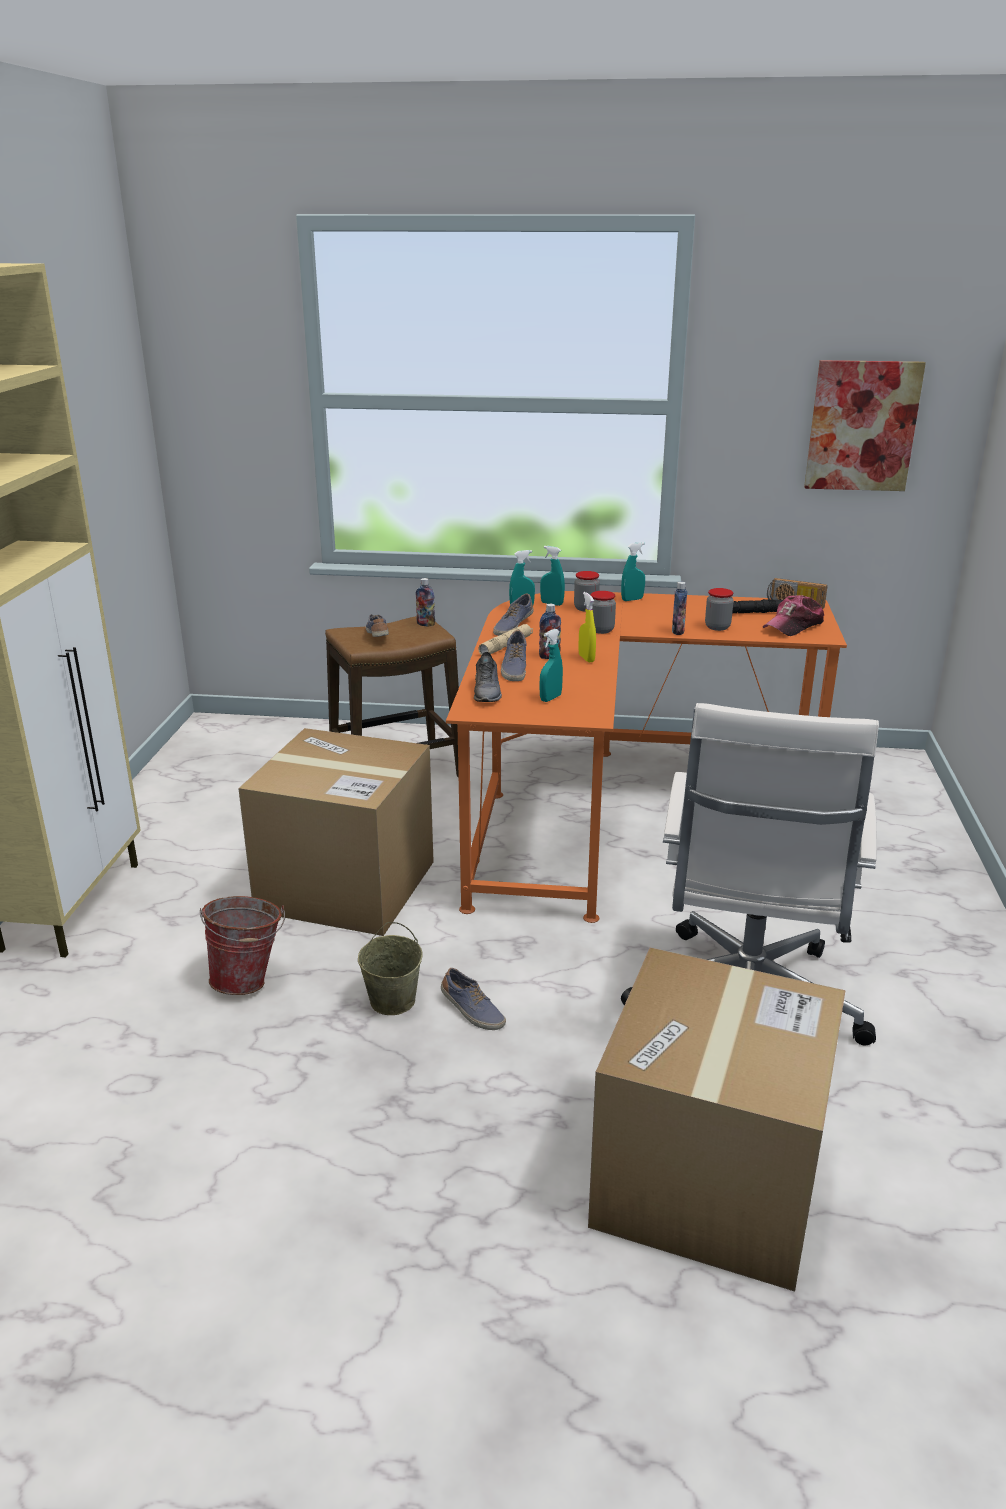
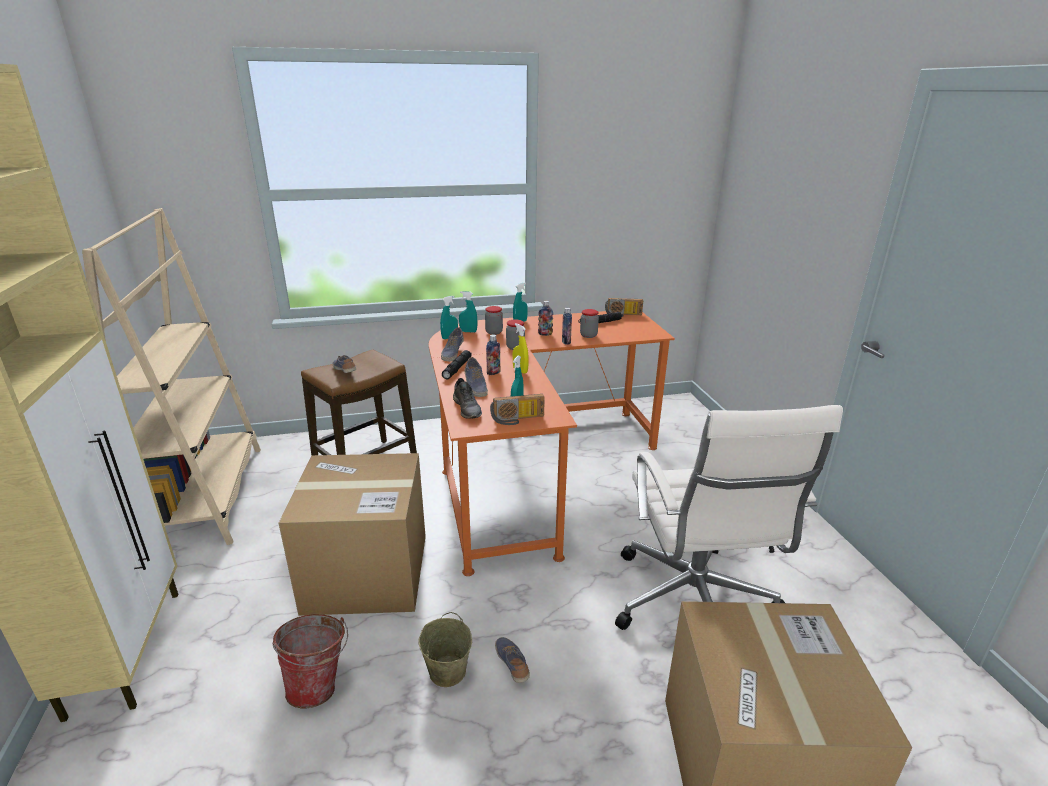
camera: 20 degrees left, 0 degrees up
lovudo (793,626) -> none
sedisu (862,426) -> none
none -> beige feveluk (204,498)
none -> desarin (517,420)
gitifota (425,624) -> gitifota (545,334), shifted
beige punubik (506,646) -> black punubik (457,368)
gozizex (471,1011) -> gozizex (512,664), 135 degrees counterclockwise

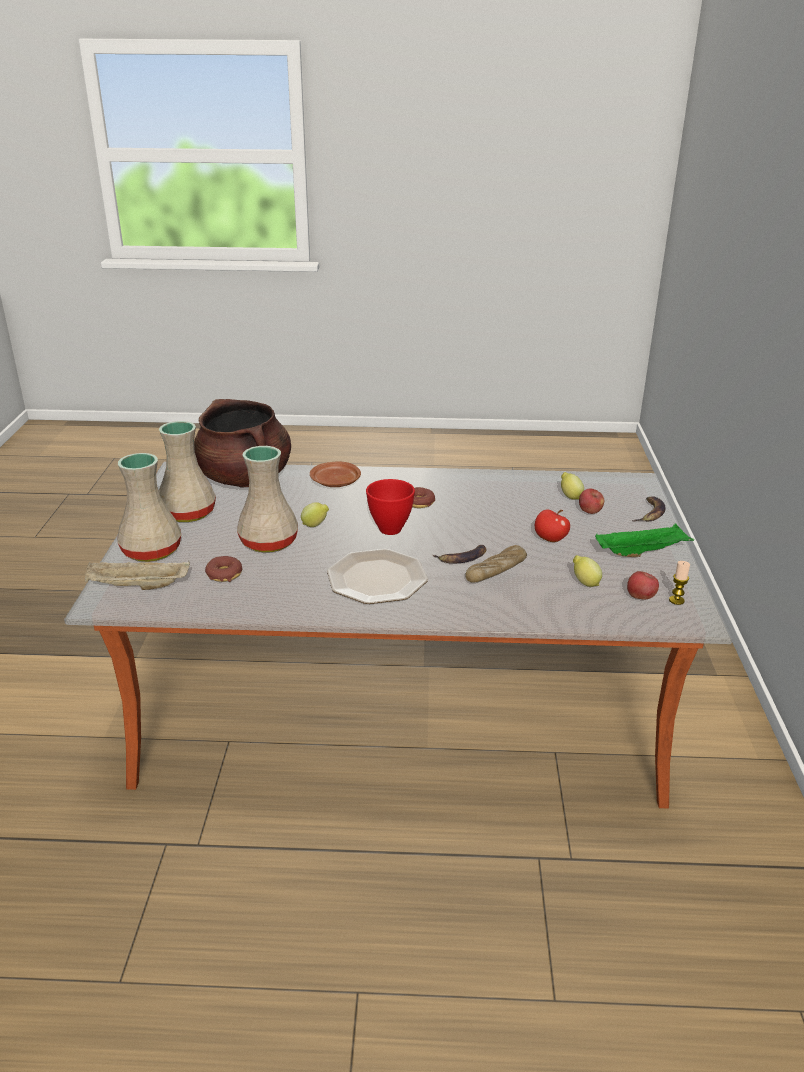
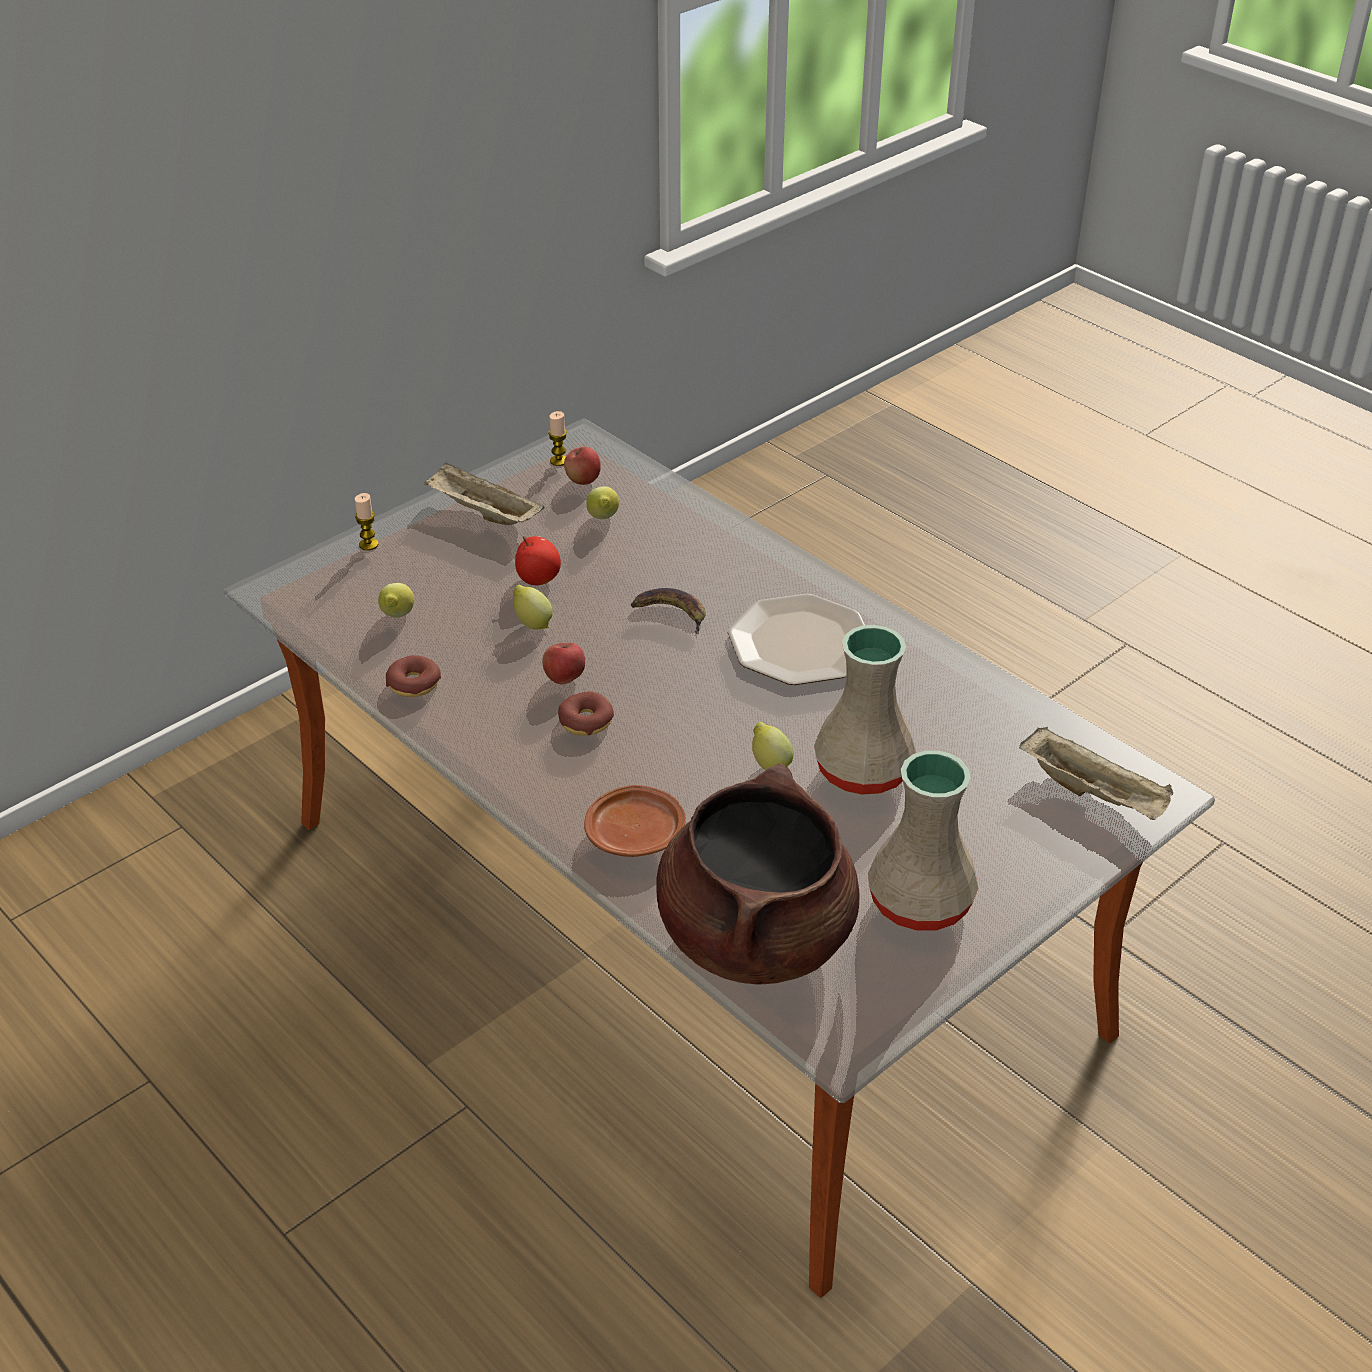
camera: 135 degrees left, 10 degrees up
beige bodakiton (153,551) -> none
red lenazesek (389,530) -> none
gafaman (496,570) -> none
none -> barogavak (532,623)
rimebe (224,574) -> rimebe (414,684), shifted
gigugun (589,512) -> gigugun (564,678), shifted
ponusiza (649,513) -> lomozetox (368,544)
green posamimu (642,552) -> beige posamimu (482,513)

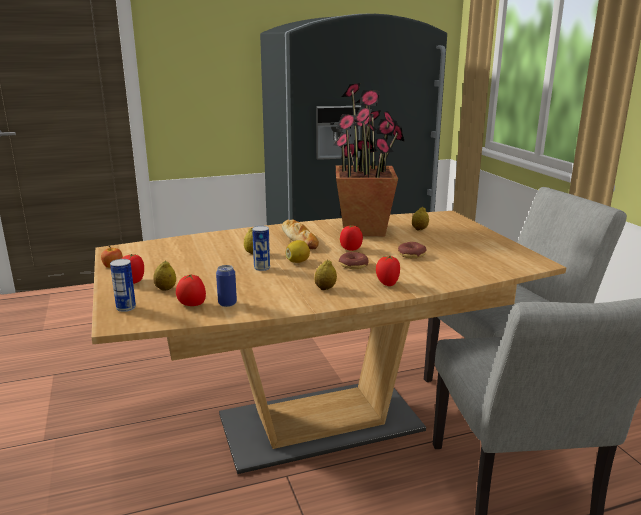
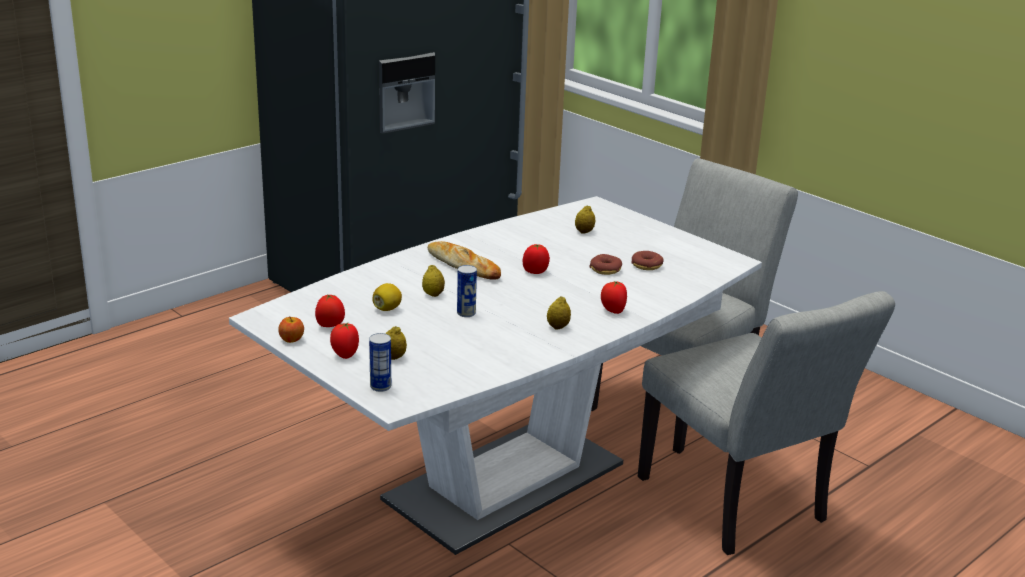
camera: 25 degrees left, 5 degrees up
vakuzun (227,303) -> none
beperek (364,229) -> none
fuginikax (192,305) -> fuginikax (330,326), shifted
barogavak (298,261) -> barogavak (387,309), shifted
rimebe (353,265) -> rimebe (646,265), shifted
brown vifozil (320,423) -> white vifozil (504,482)

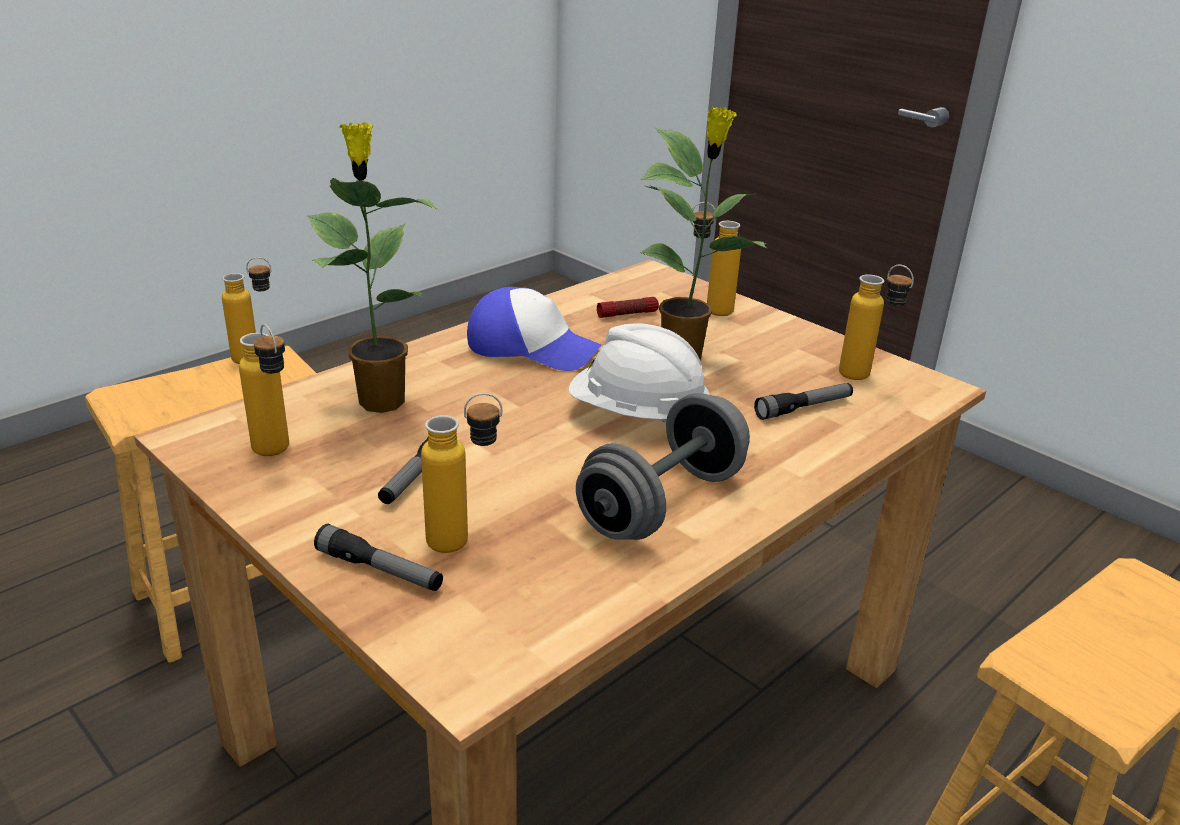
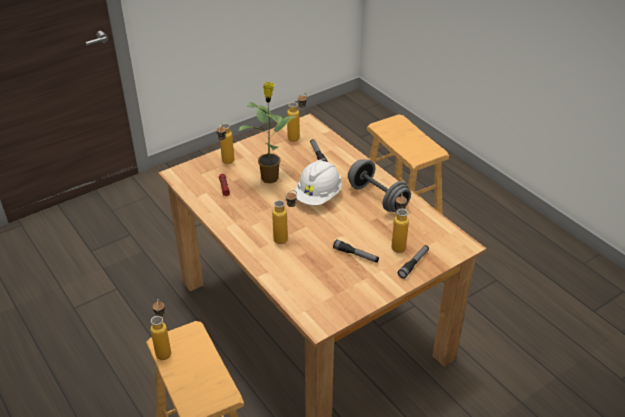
camera: 80 degrees left, 10 degrees up
beperek (380,400) -> none
lovudo (532,348) -> none
gitifota (277,454) -> gitifota (285,237), shifted

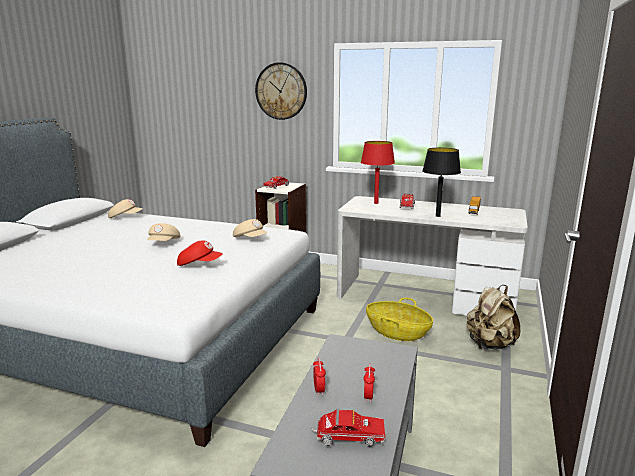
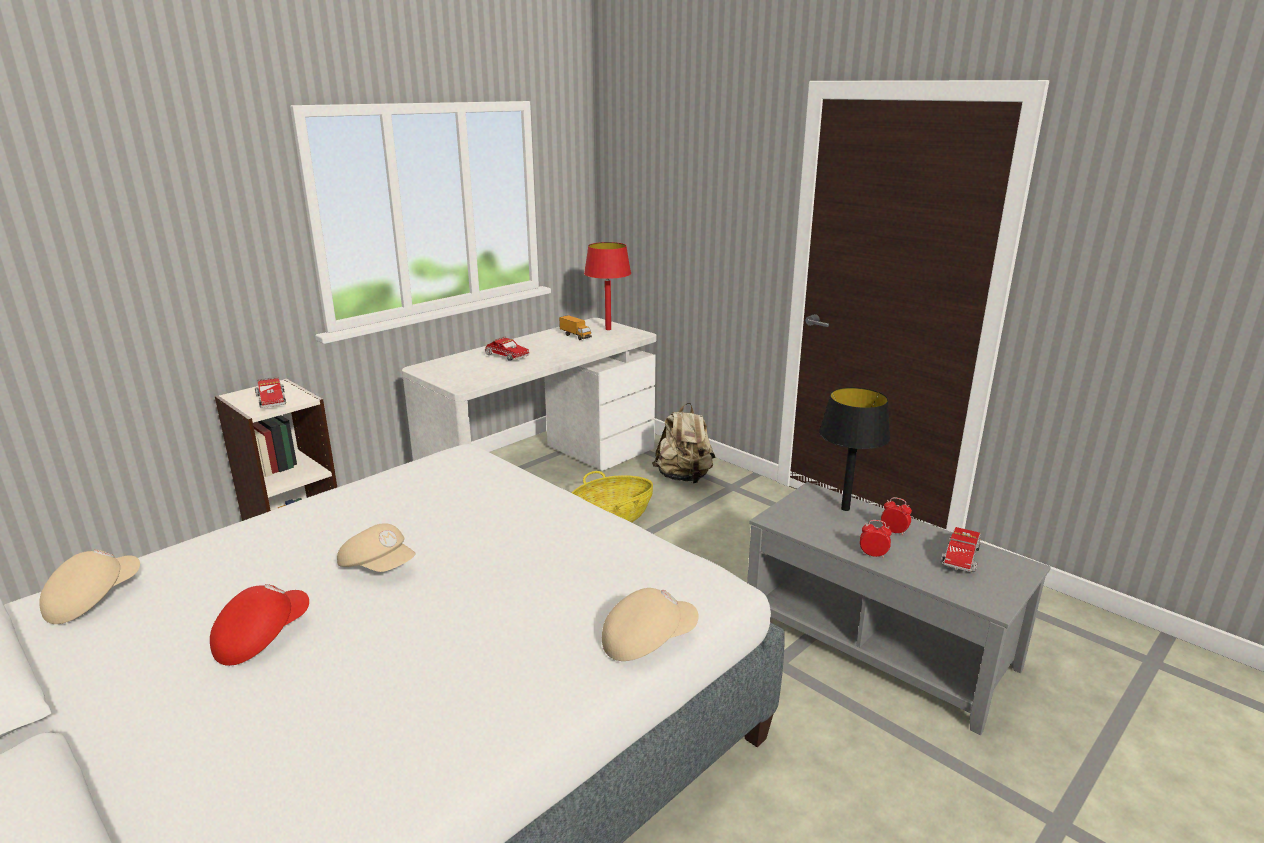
camera: 65 degrees left, 5 degrees up
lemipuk (281,91) -> none
red lovudo (199,264) -> red lovudo (261,637), shifted
beige lovudo (250,239) -> beige lovudo (647,640), shifted
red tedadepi (376,203) -> red tedadepi (608,329), shifted
black tedadepi (437,216) -> black tedadepi (845,509), shifted

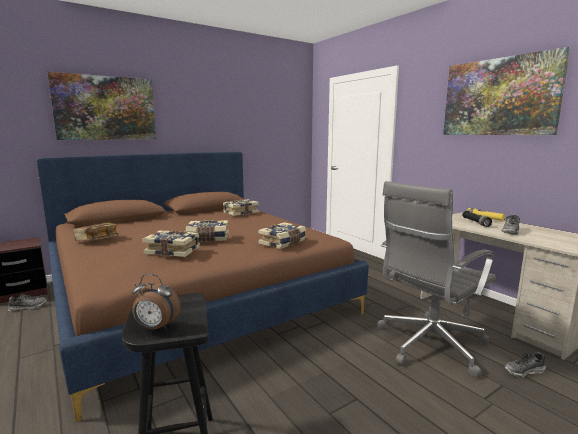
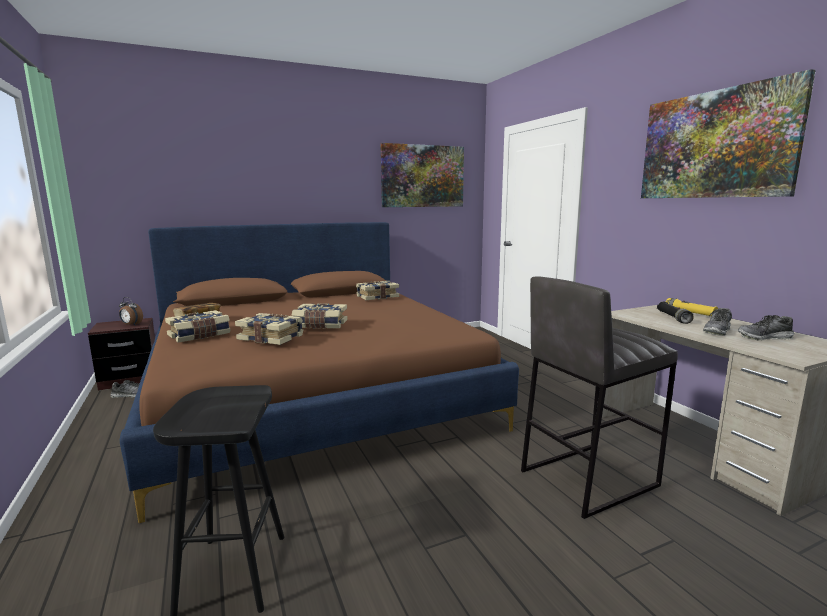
camera: 10 degrees right, 0 degrees up
sedisu (106,108) -> sedisu (423,176), shifted
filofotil (156,328) -> filofotil (131,325), shifted
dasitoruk (283,243) -> dasitoruk (200,335), shifted
gozizex (524,371) -> gozizex (764,337), shifted
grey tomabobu (428,345) -> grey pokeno (586,478)

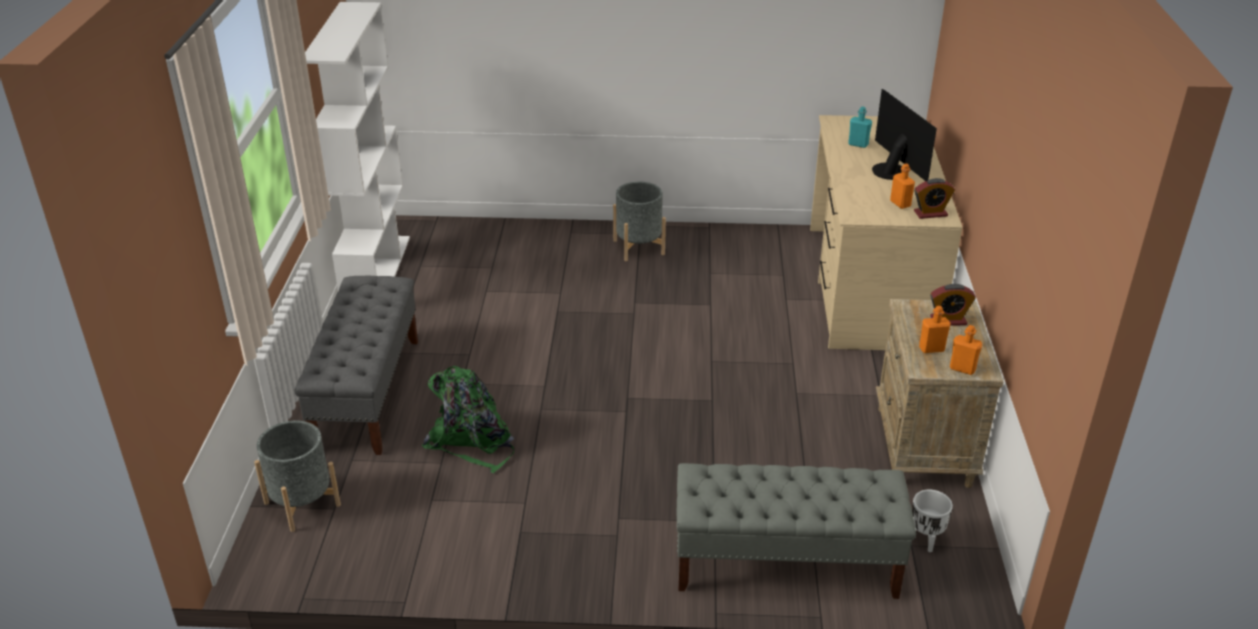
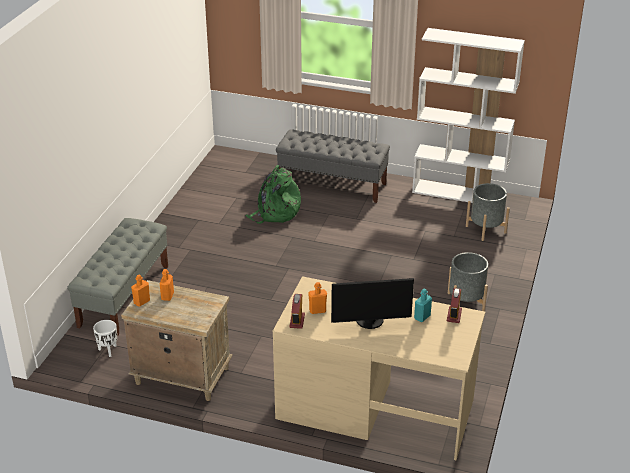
camera: 105 degrees right, 0 degrees up
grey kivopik (302,504) -> grey kivopik (486,229), shifted
filofotil (948,320) -> filofotil (454,315), shifted

